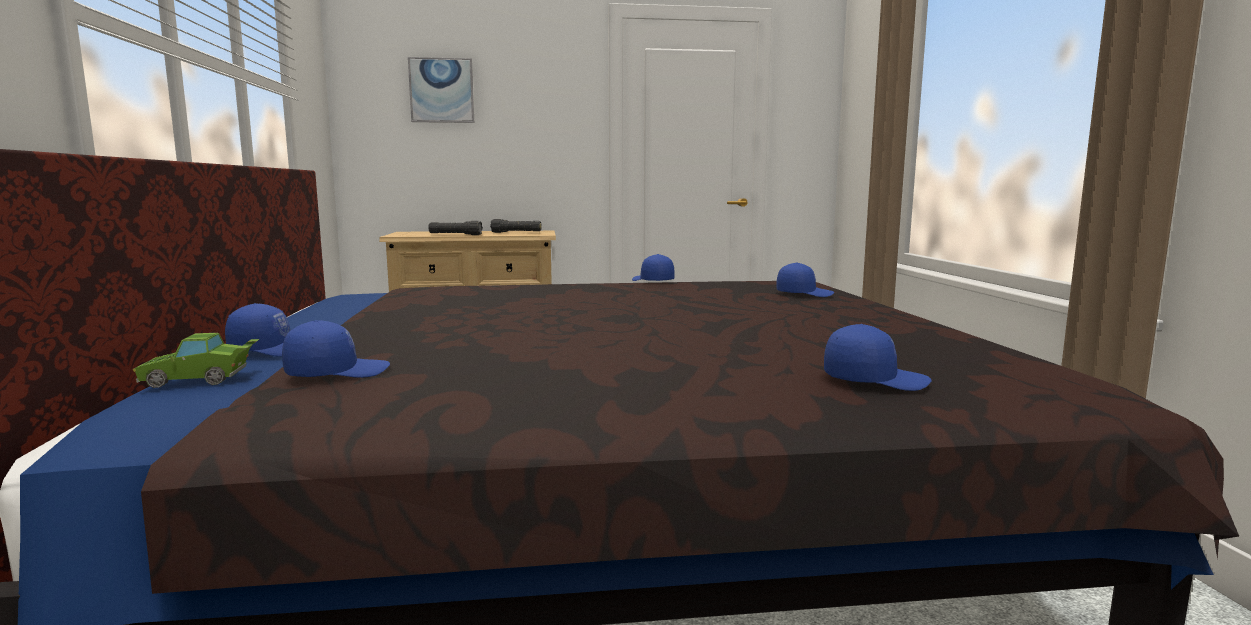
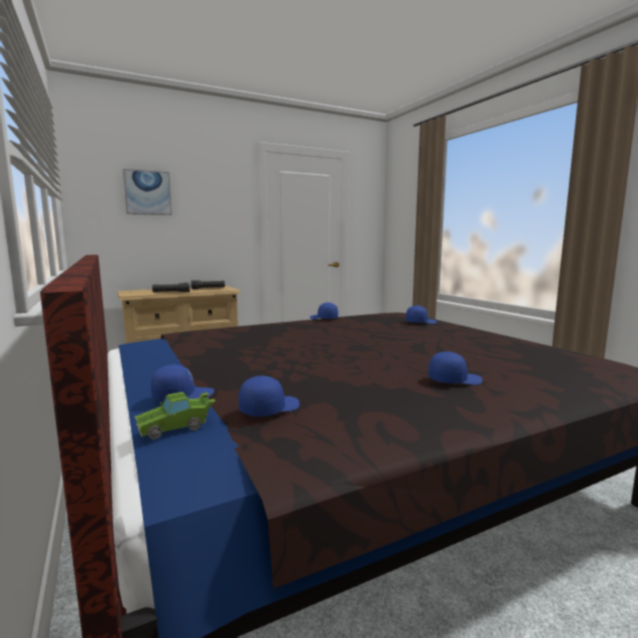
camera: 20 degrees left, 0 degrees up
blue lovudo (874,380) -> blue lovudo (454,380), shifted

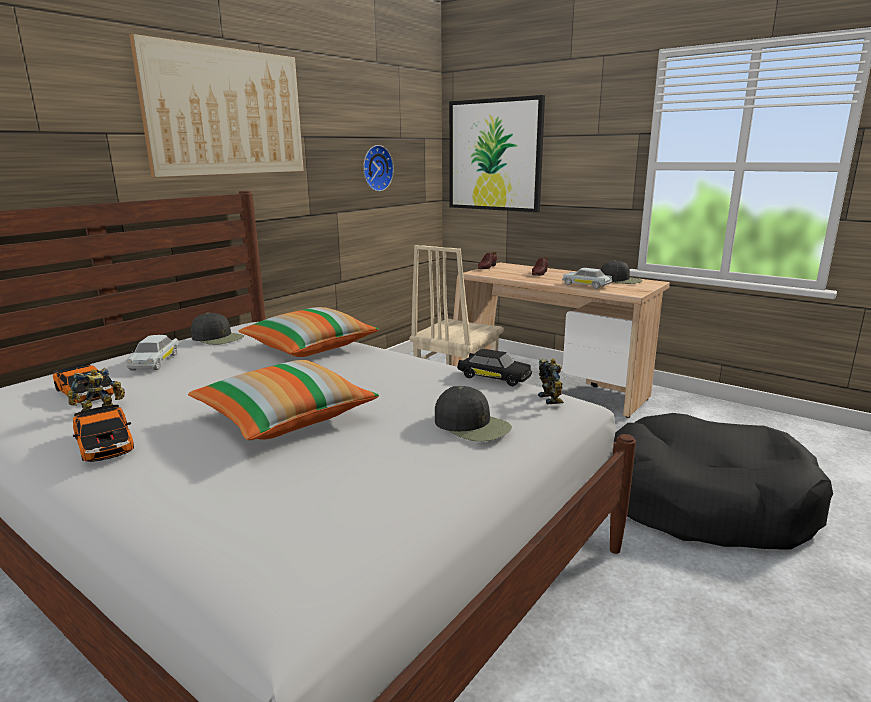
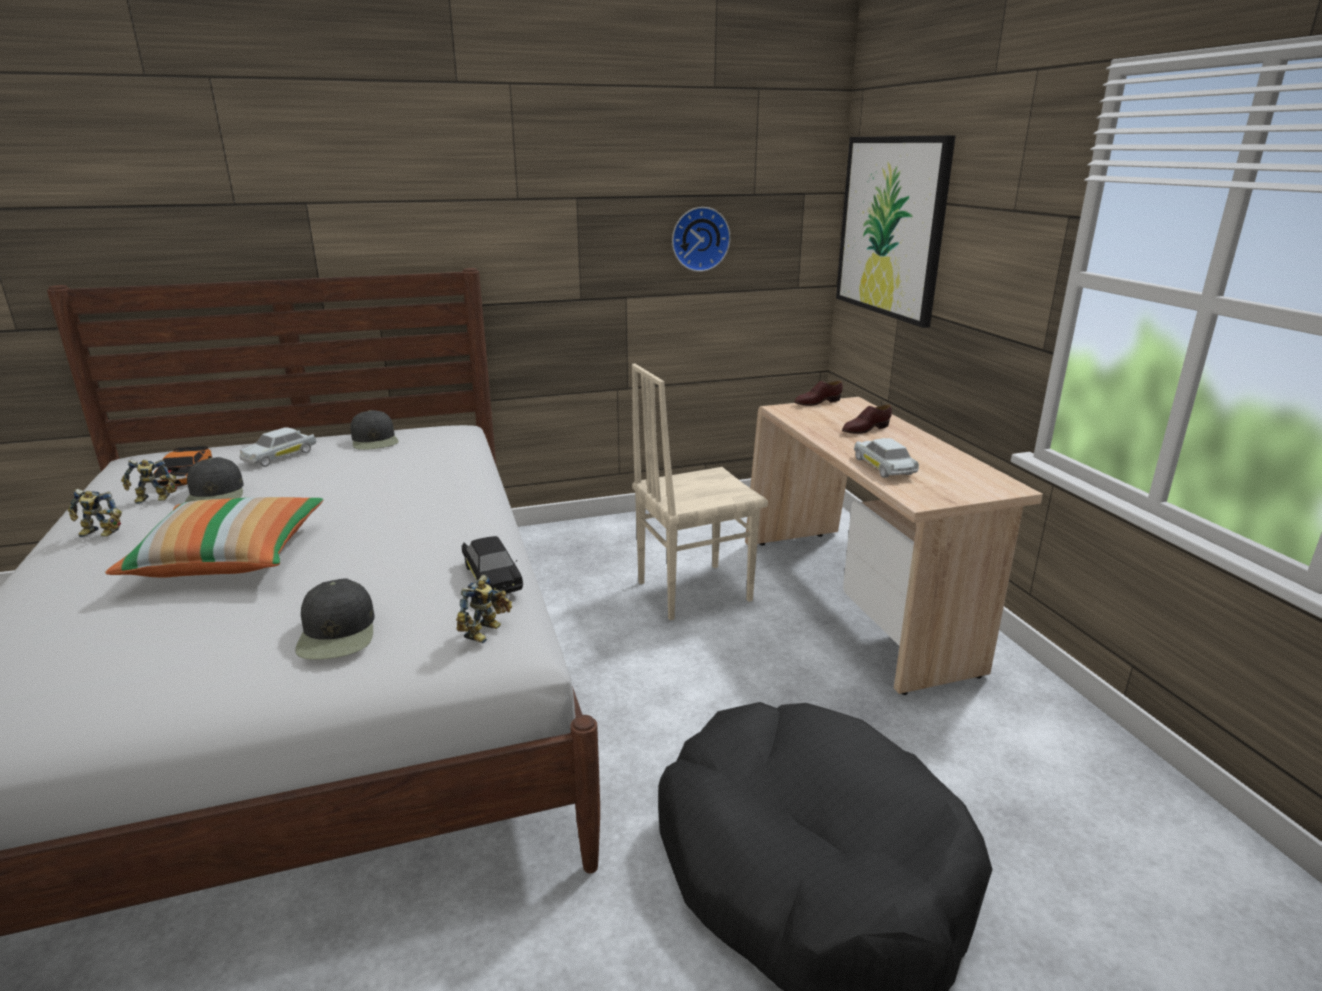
camera: 35 degrees right, 5 degrees up
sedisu (226,112) -> none
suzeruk (310,348) -> none
black lovudo (620,280) -> black lovudo (216,494), shifted
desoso (106,442) -> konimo (98,534)

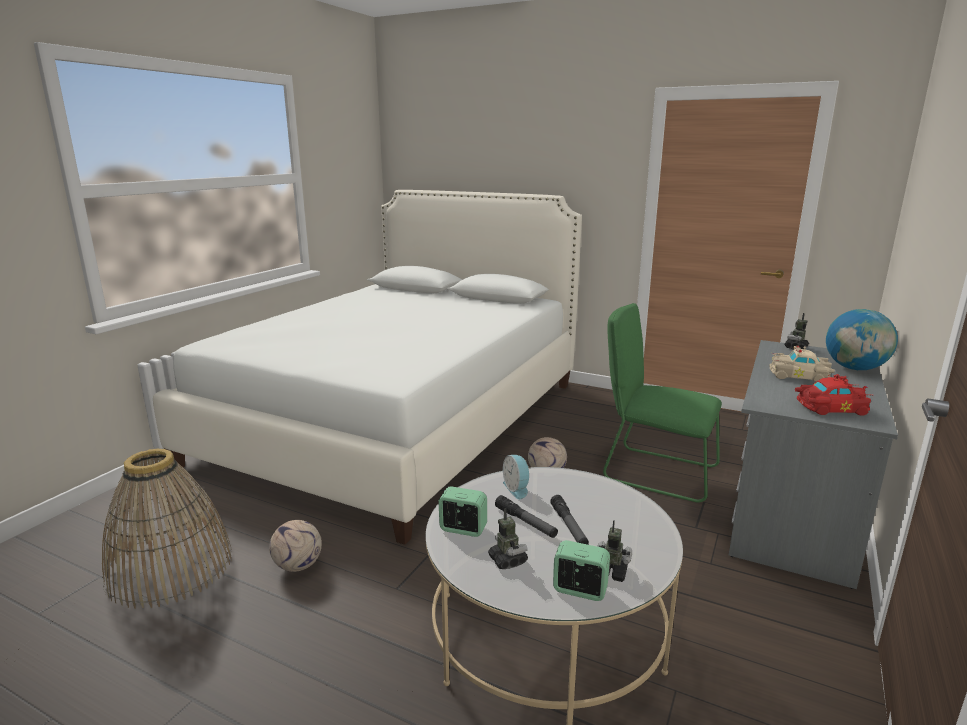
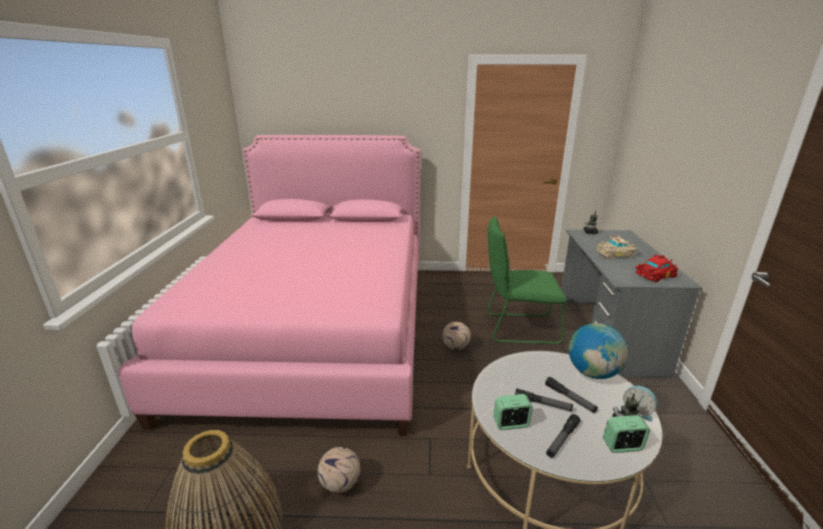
camera: 25 degrees left, 5 degrees up
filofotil (517,489) -> filofotil (637,411), shifted
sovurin (855,368) -> sovurin (593,372), shifted
konimo (507,560) -> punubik (562,439)
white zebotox (400,420) -> pink zebotox (317,329)

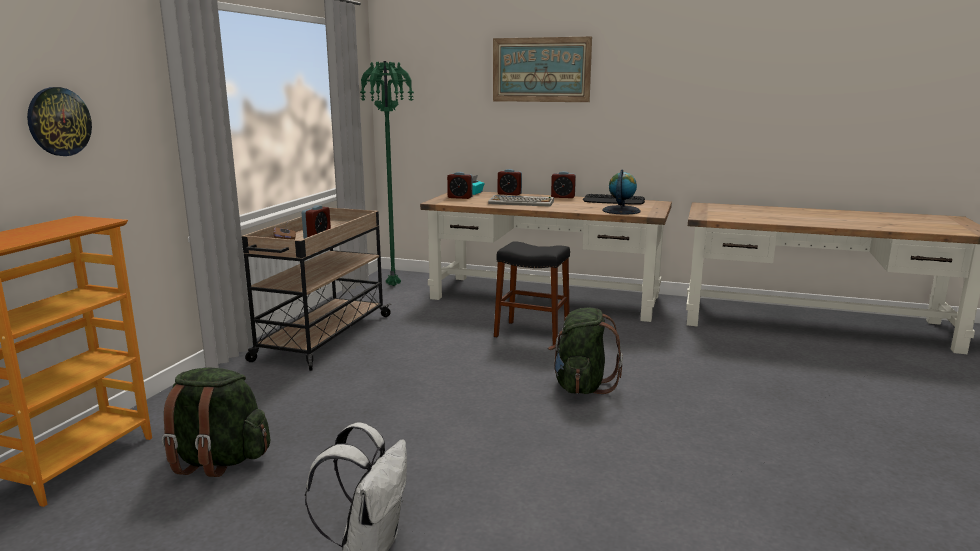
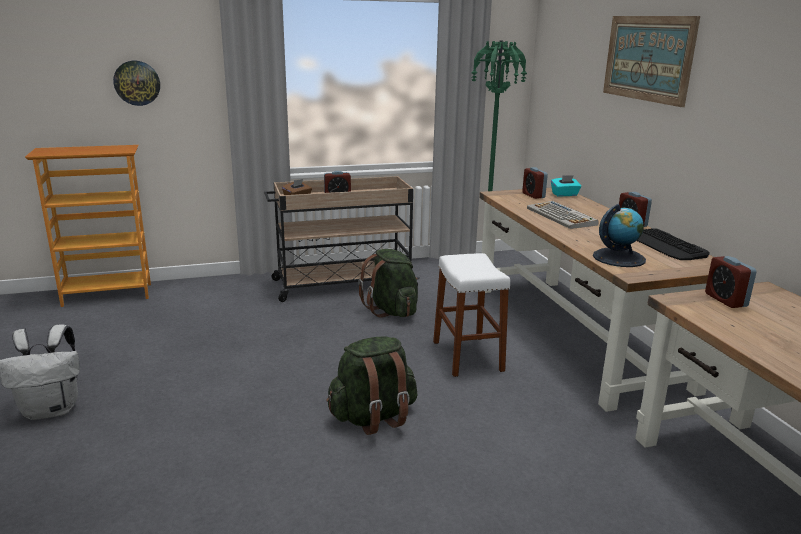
camera: 55 degrees right, 5 degrees up
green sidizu (218,461) -> green sidizu (392,310), shifted
filofotil (509,194) -> filofotil (725,300), shifted
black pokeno (532,333) -> white pokeno (467,356)

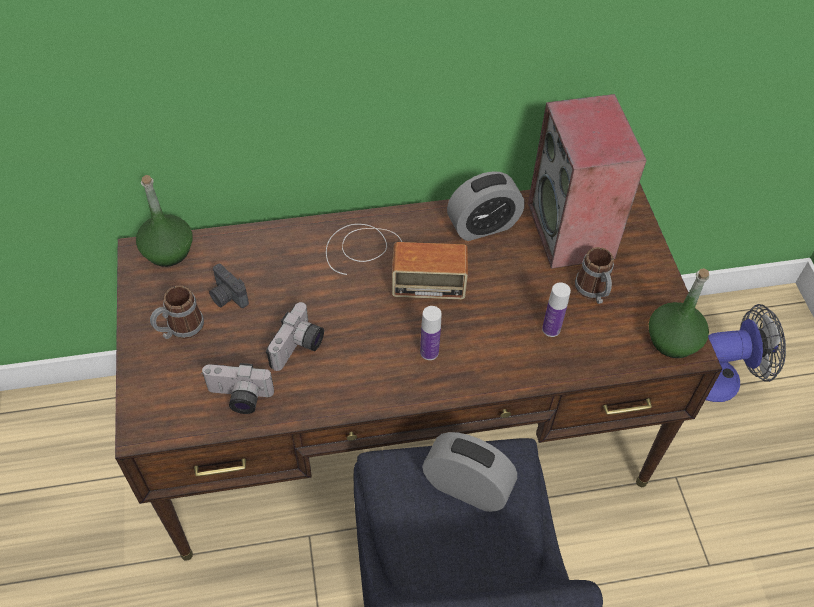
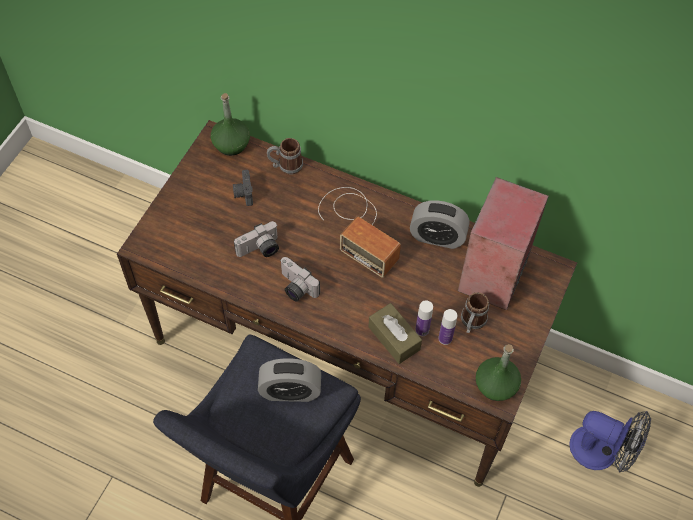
camera: 35 degrees right, 5 degrees up
none -> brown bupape (394,338)
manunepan (180,329) -> manunepan (285,166), shifted
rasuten (239,398) -> rasuten (295,288), shifted
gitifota (429,352) -> gitifota (445,338), shifted
filofotil (467,487) -> filofotil (290,391), 120 degrees clockwise

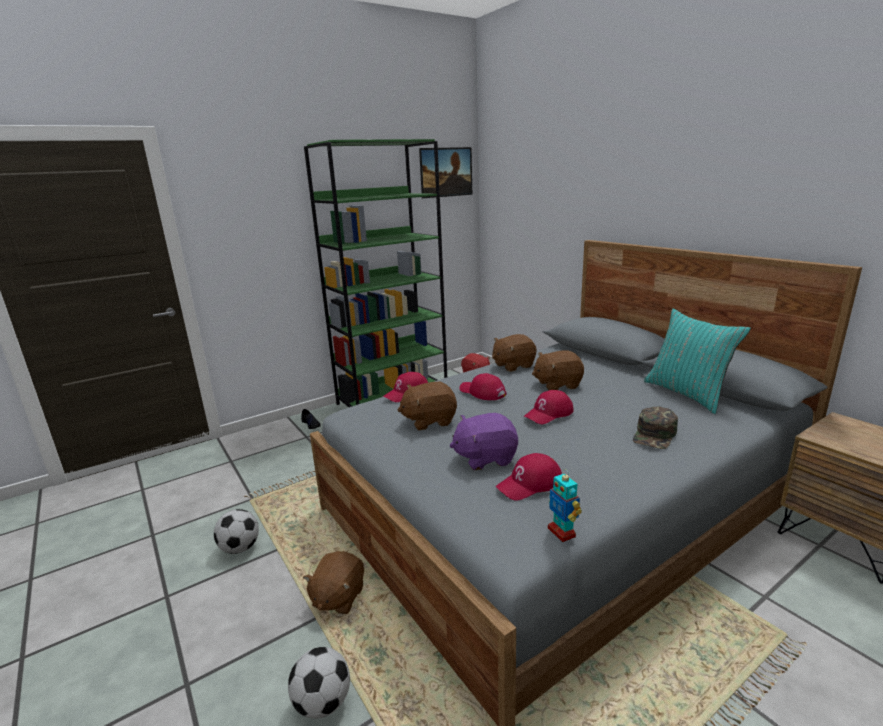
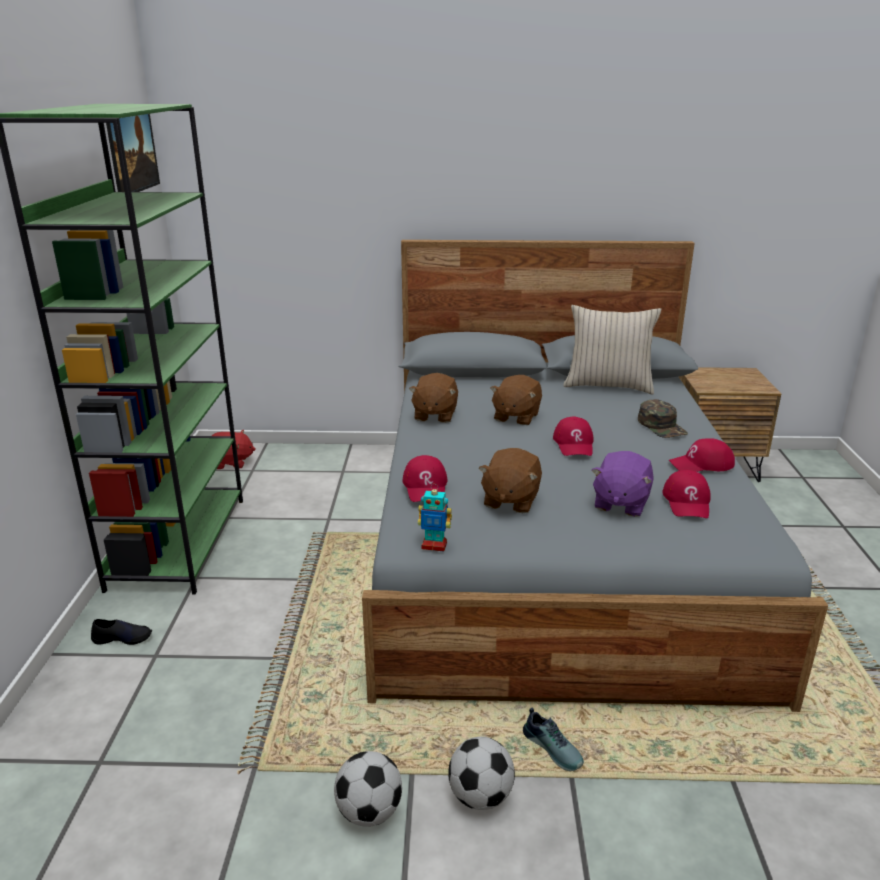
camera: 55 degrees left, 5 degrees up
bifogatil (322,703) -> bifogatil (480,797), shifted
red lovudo (482,392) -> red lovudo (701,464), shifted
konimo (562,532) -> konimo (434,545), shifted
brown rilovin (338,597) -> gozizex (553,748)
turquoise suzeruk (687,394) -> beige suzeruk (608,386)

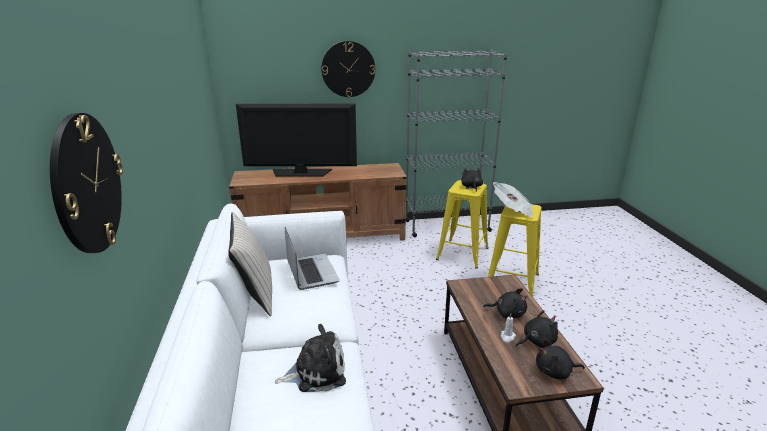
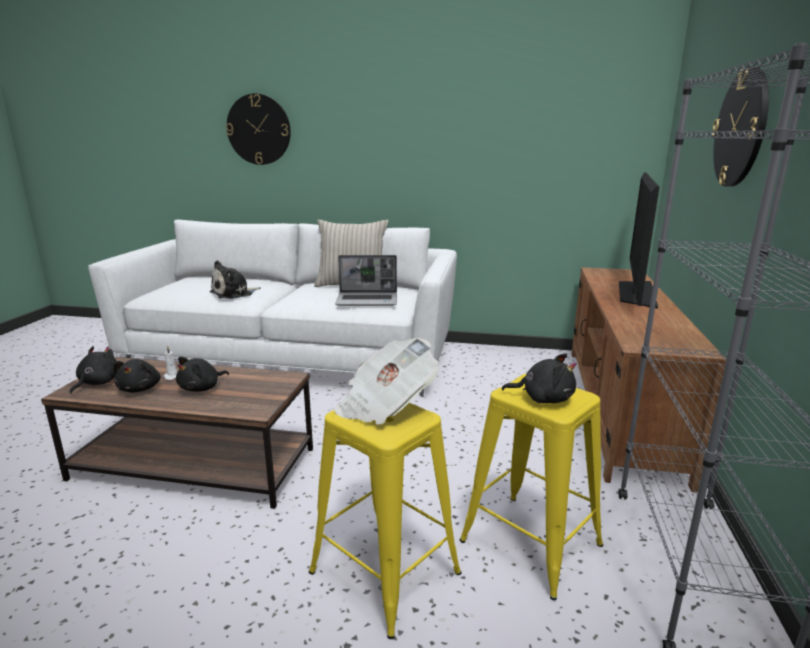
camera: 110 degrees right, 5 degrees down
rilovin (316,372) -> rilovin (234,293), 45 degrees clockwise

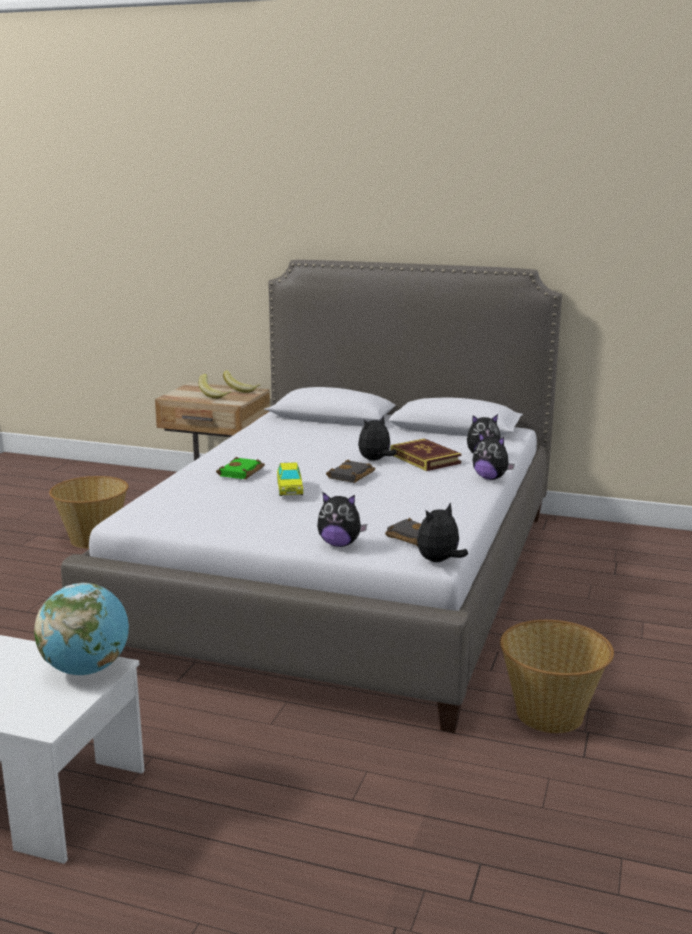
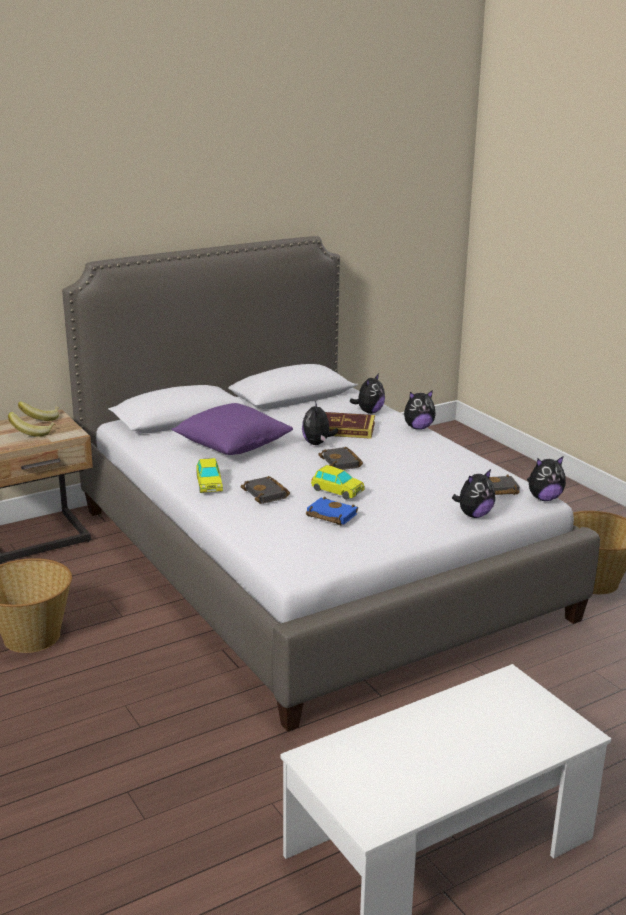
camera: 50 degrees left, 5 degrees up
sovurin (86,669) -> none
none -> purple suzeruk (232,446)
none -> desoso (209,485)
none -> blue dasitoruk (329,515)
green dasitoruk (241,473) -> black dasitoruk (267,494)
rilovin (439,561) -> rilovin (544,498), 105 degrees counterclockwise

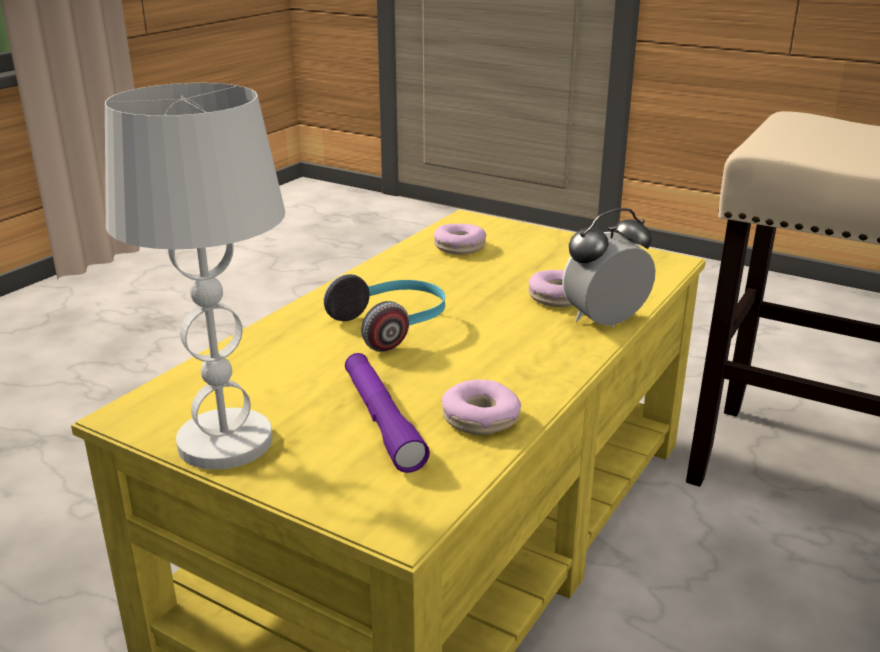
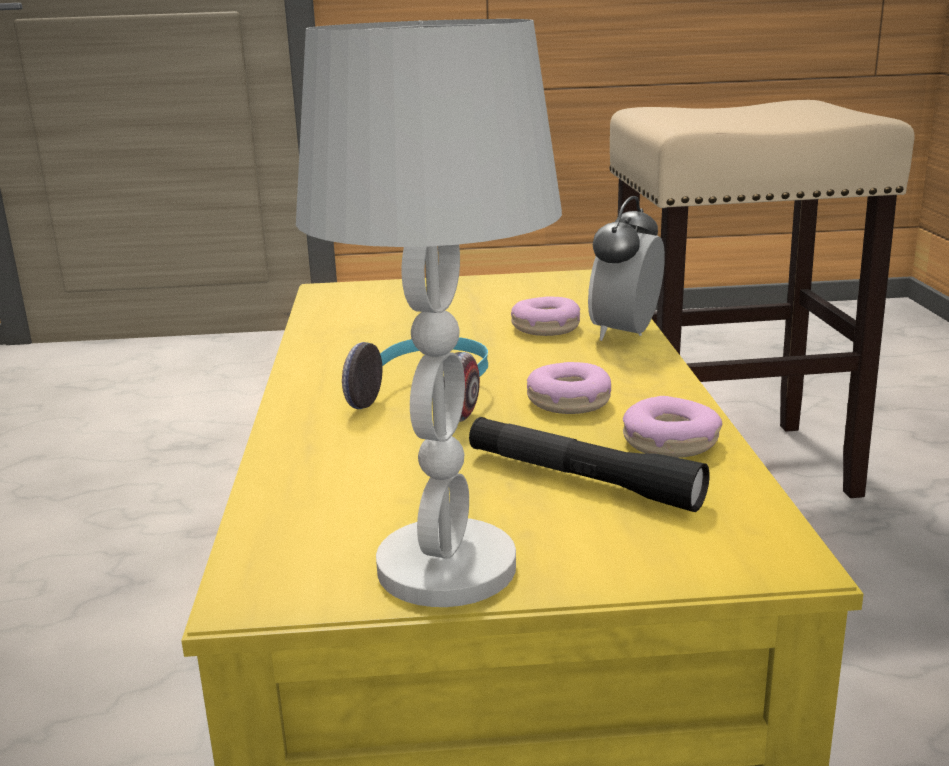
camera: 35 degrees left, 5 degrees down
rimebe (460,247) -> rimebe (569,401), shifted
purple punubik (382,421) -> black punubik (581,479)

